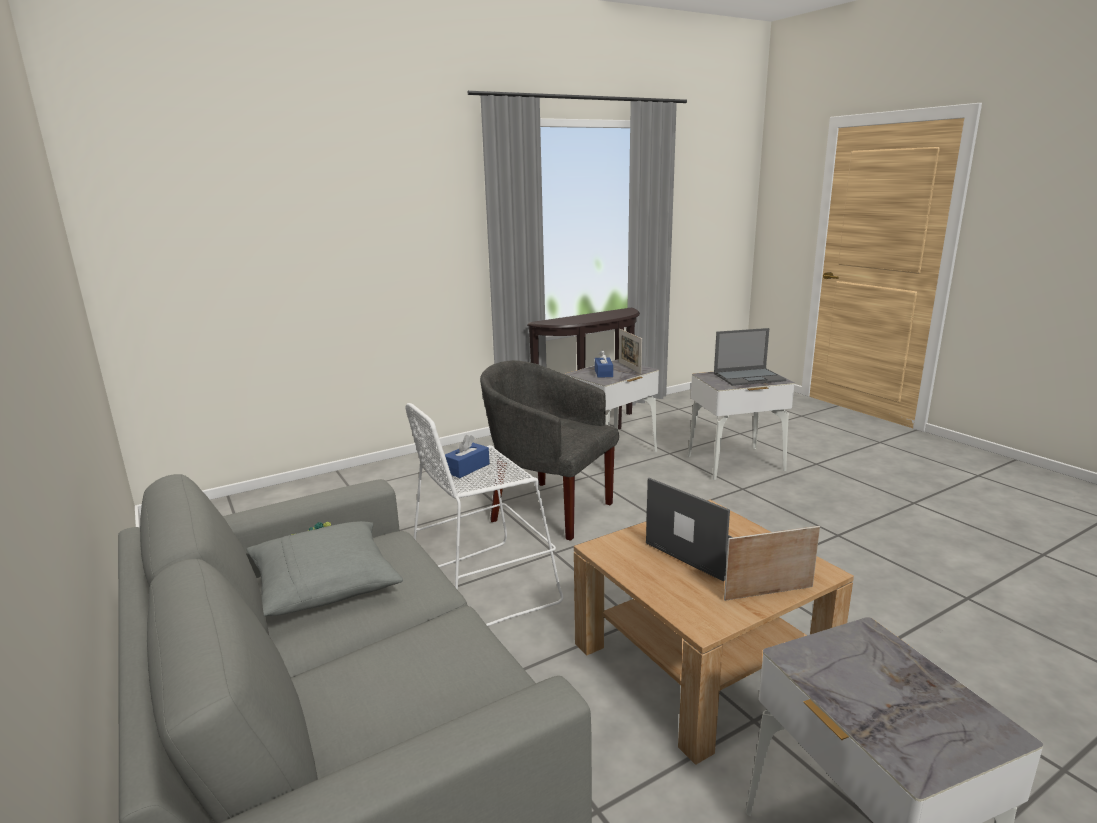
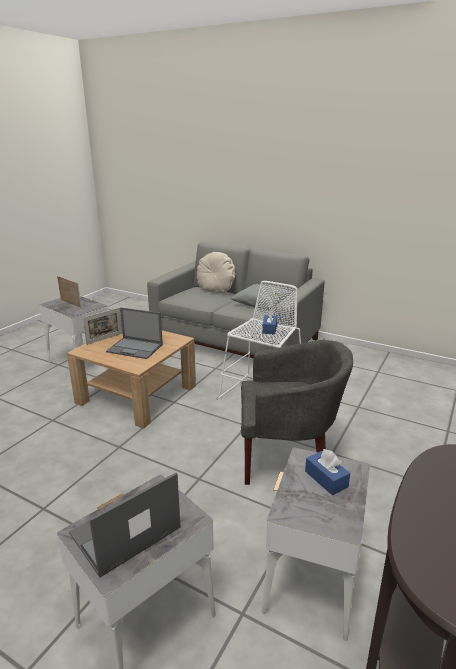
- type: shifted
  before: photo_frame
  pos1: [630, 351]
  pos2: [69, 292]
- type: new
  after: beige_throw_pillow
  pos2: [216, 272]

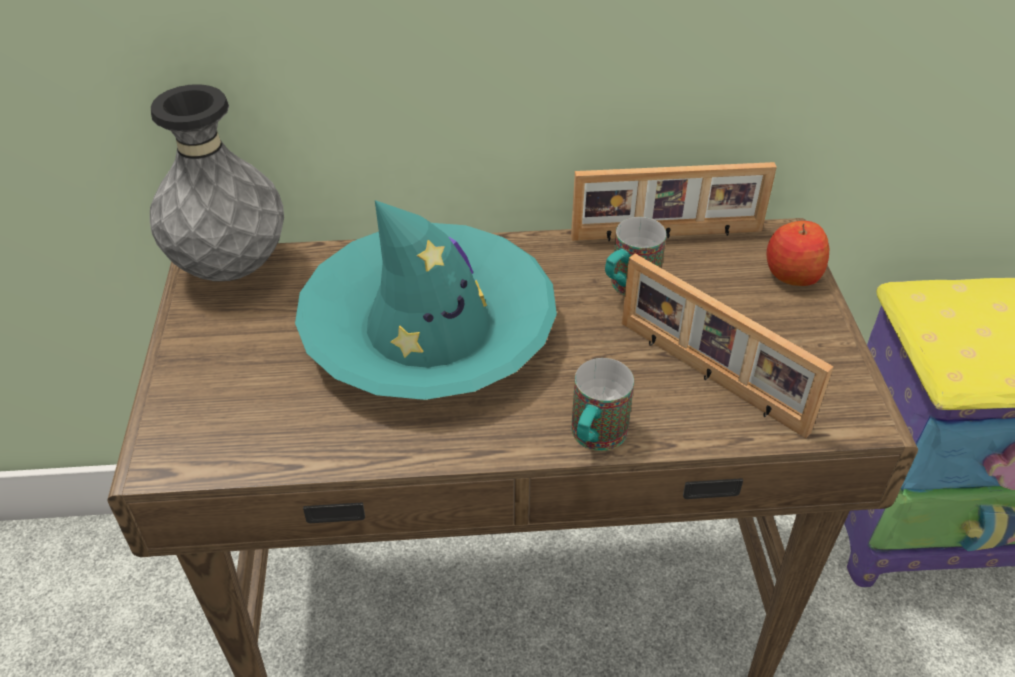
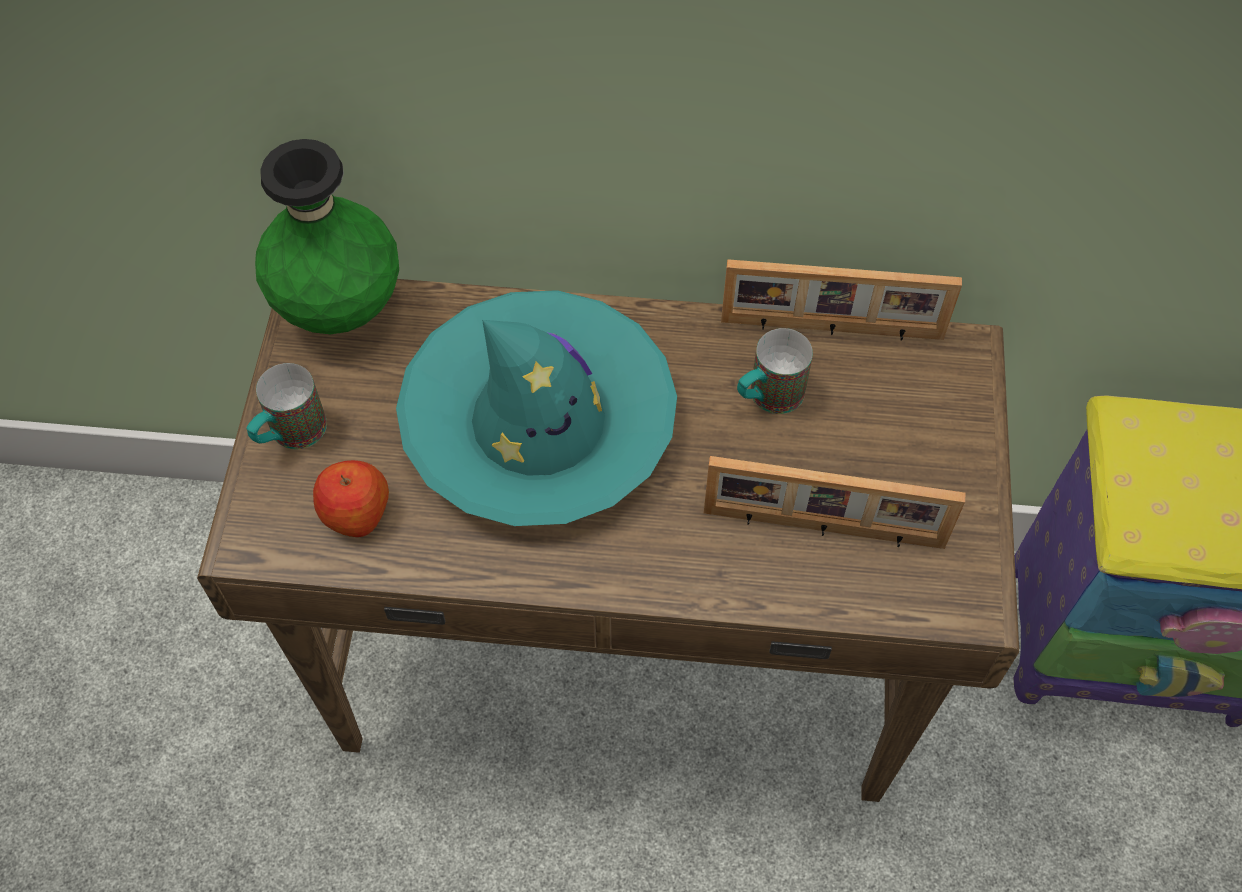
- type: repainted
  before: grey_flower_vase
  after: green_flower_vase
  pos1: [217, 182]
  pos2: [327, 236]
- type: shifted
  before: whole_apple
  pos1: [797, 253]
  pos2: [351, 498]
- type: rotated
  before: photo_frame
  pos1: [728, 346]
  pos2: [835, 502]
  turn: -45
- type: shifted
  before: tea_mug
  pos1: [602, 404]
  pos2: [286, 406]

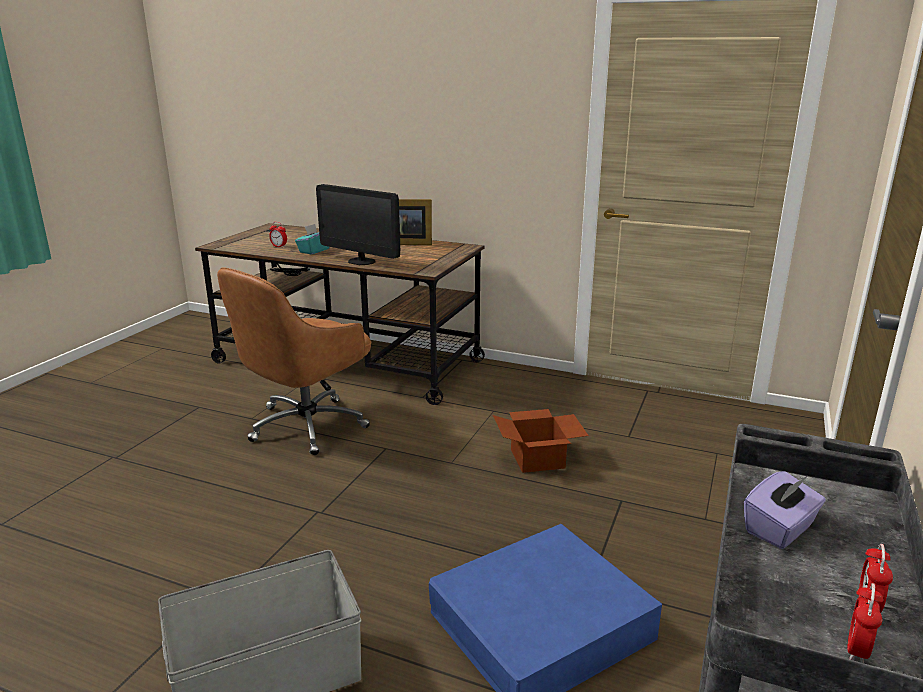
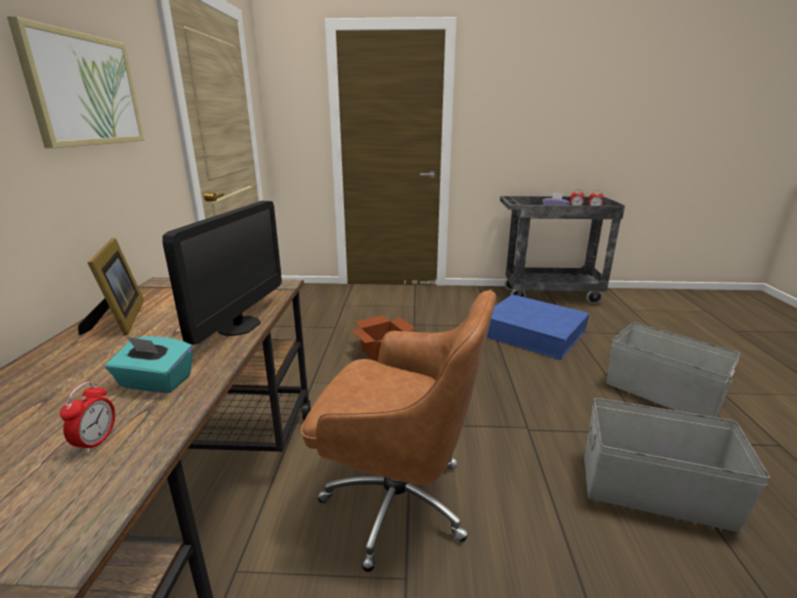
- type: new
  after: wall_picture
  pos2: [75, 82]
- type: new
  after: grey_storage_bin
  pos2: [677, 465]

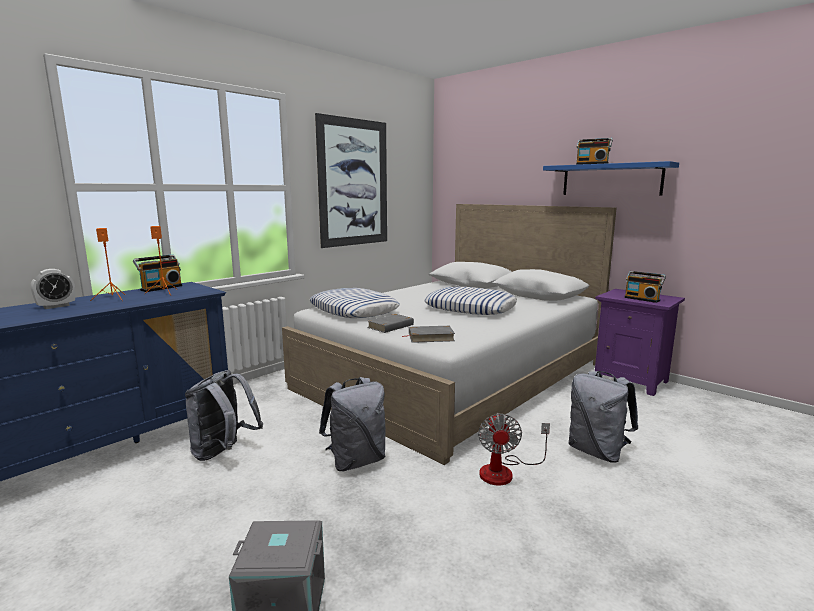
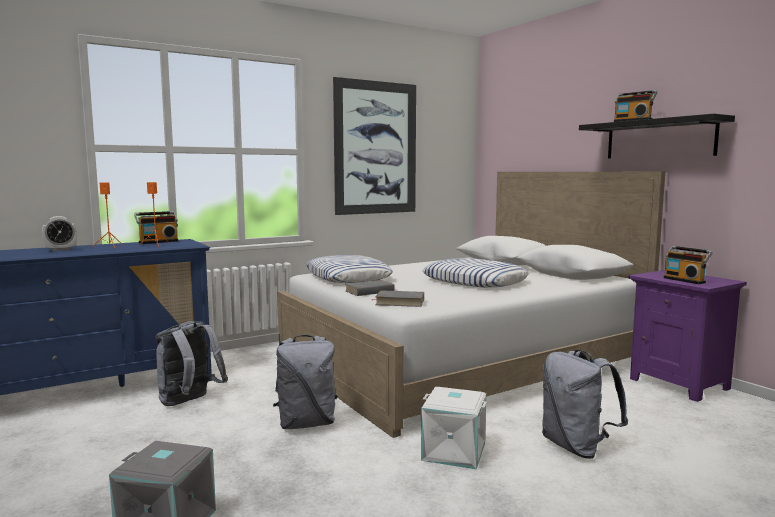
- type: repainted
  before: blue-coloured_wall_shelf
  after: black_wall_shelf
  pos1: [611, 178]
  pos2: [657, 135]
- type: swapped
  before: electric_fan
  after: white_storage_bin
  pos1: [514, 449]
  pos2: [454, 428]

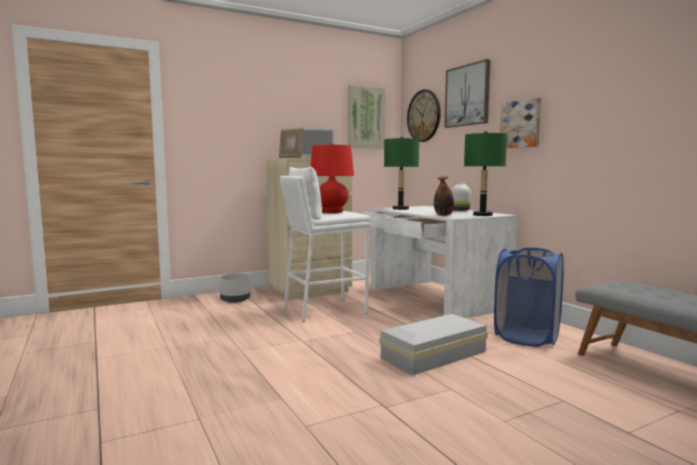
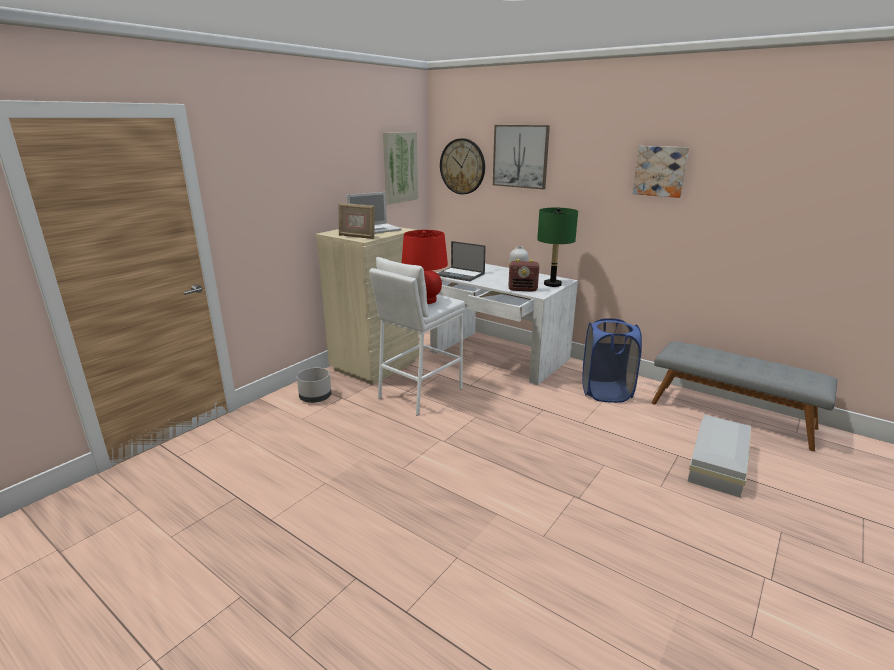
- type: shifted
  before: wall_picture
  pos1: [520, 123]
  pos2: [660, 172]
- type: swapped
  before: green_lamp_for_a_table
  after: portable_computer
  pos1: [401, 173]
  pos2: [461, 261]
- type: swapped
  before: drink_bottle
  after: radio_receiver
  pos1: [444, 196]
  pos2: [523, 275]
- type: shifted
  before: white_storage_bin
  pos1: [433, 344]
  pos2: [719, 456]

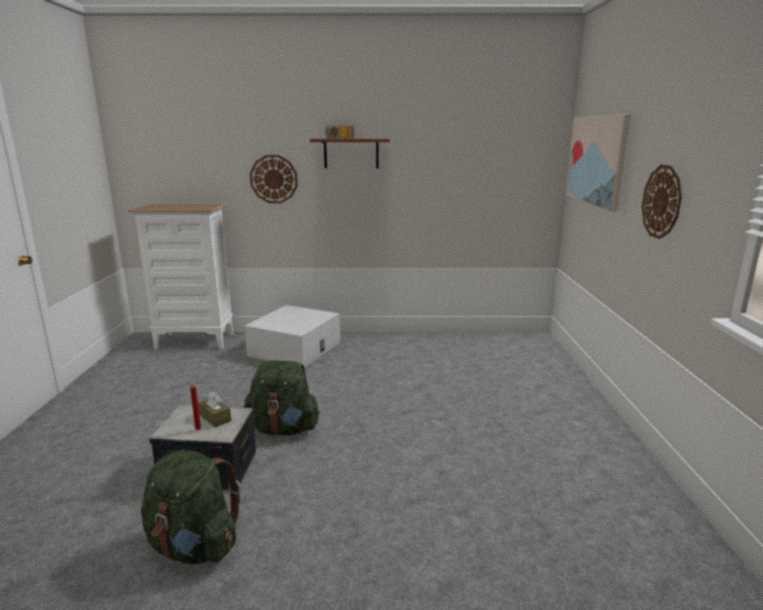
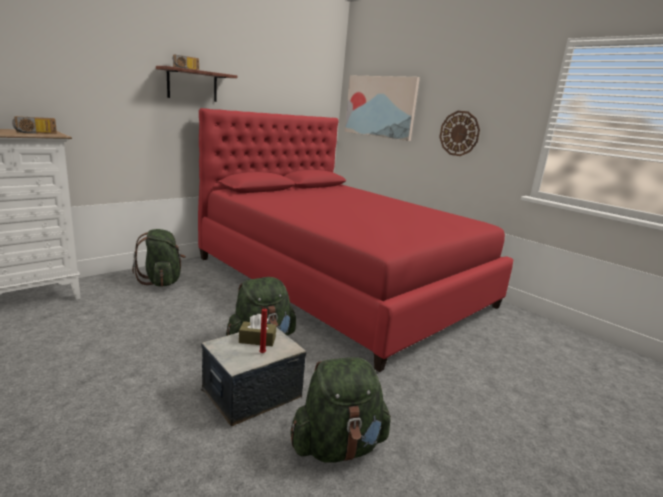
- type: gone
  before: hanging_clock
  pos1: [274, 179]
- type: swapped
  before: white_storage_bin
  after: green_rucksack
  pos1: [292, 336]
  pos2: [159, 258]
- type: new
  after: red-coloured_bed
  pos2: [355, 240]
- type: new
  after: radio_receiver
  pos2: [34, 125]

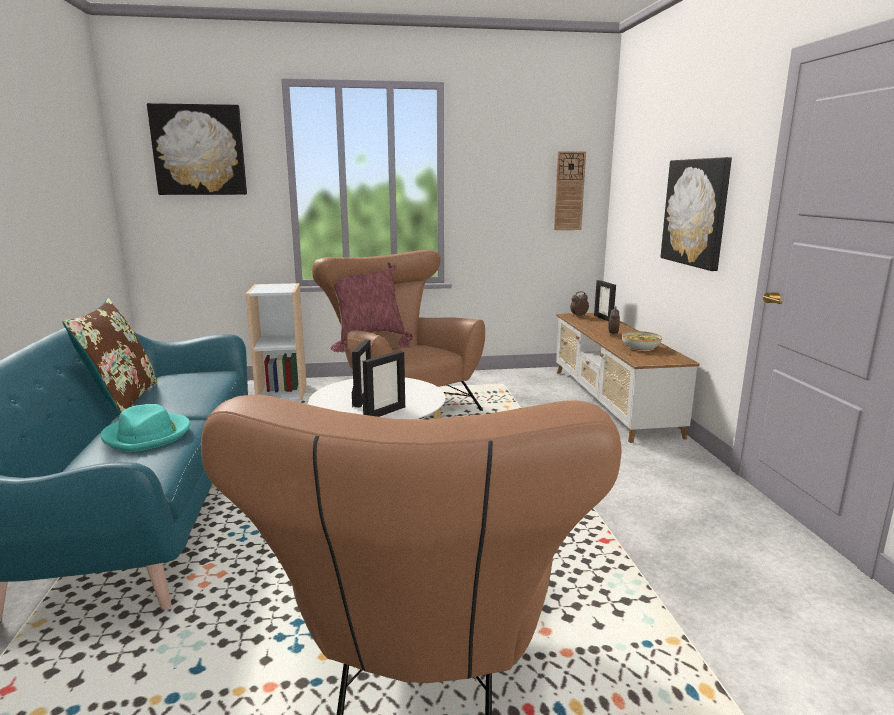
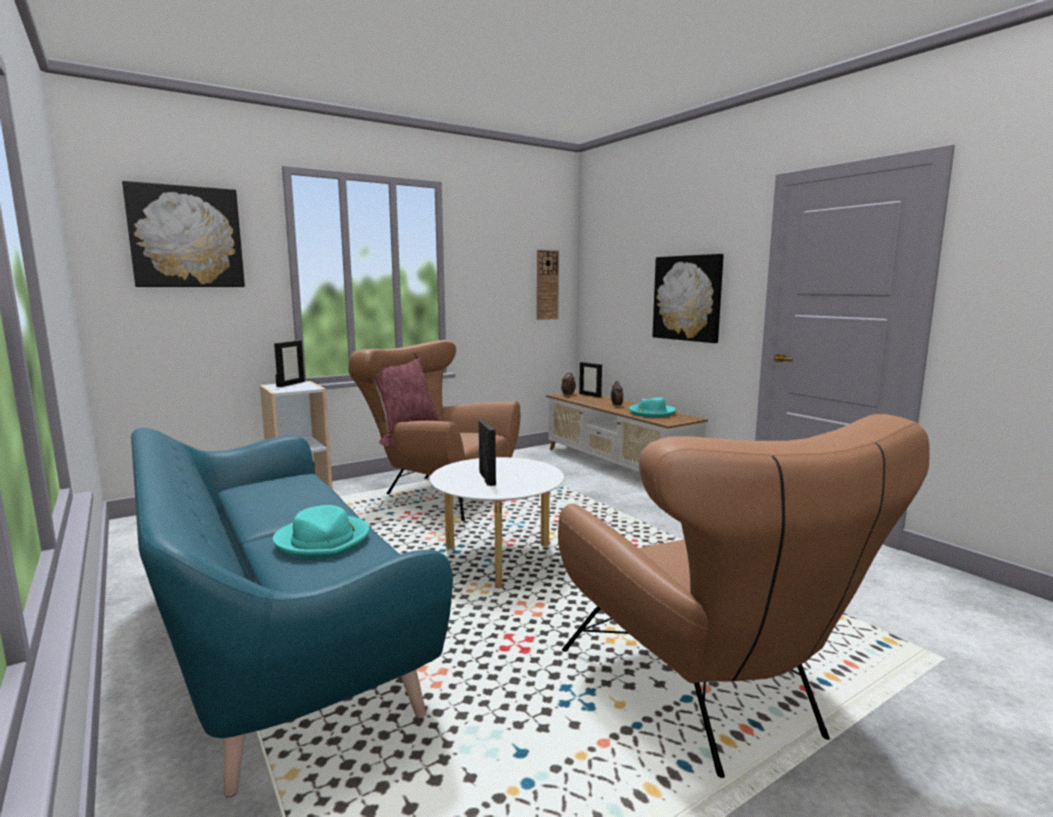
- type: gone
  before: brown_throw_pillow
  pos1: [110, 357]
- type: swapped
  before: bowl
  after: blue-green_hat
  pos1: [642, 341]
  pos2: [652, 407]
- type: shifted
  before: photo_frame
  pos1: [384, 384]
  pos2: [289, 363]

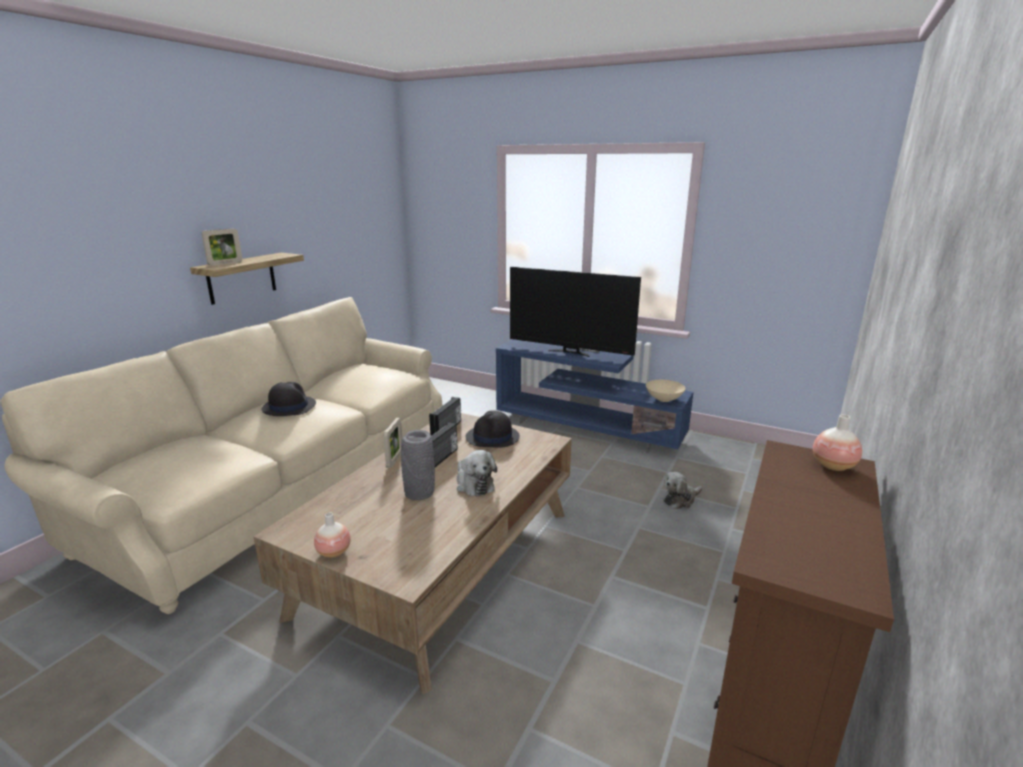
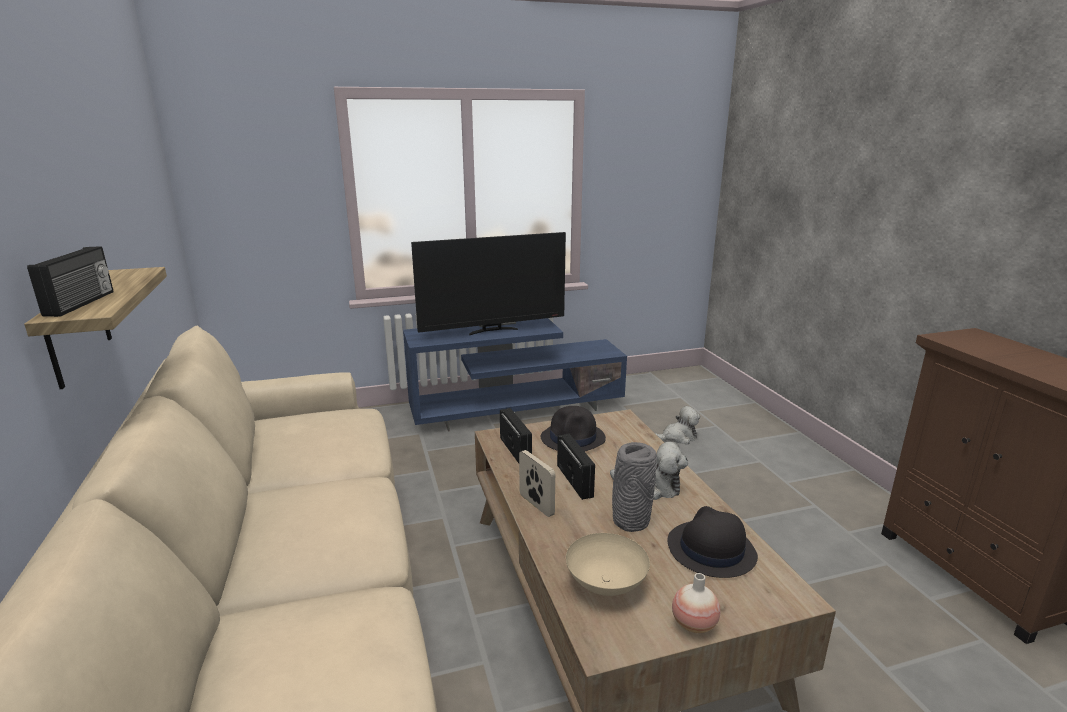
- type: swapped
  before: photo_frame
  after: radio_receiver
  pos1: [222, 247]
  pos2: [70, 281]
- type: shifted
  before: beige_bowl
  pos1: [665, 391]
  pos2: [608, 564]
- type: shifted
  before: black_hat
  pos1: [288, 399]
  pos2: [713, 542]
- type: gone
  before: flower_vase
  pos1: [837, 442]
- type: rotated
  before: plush_toy
  pos1: [683, 490]
  pos2: [677, 425]
  turn: -120

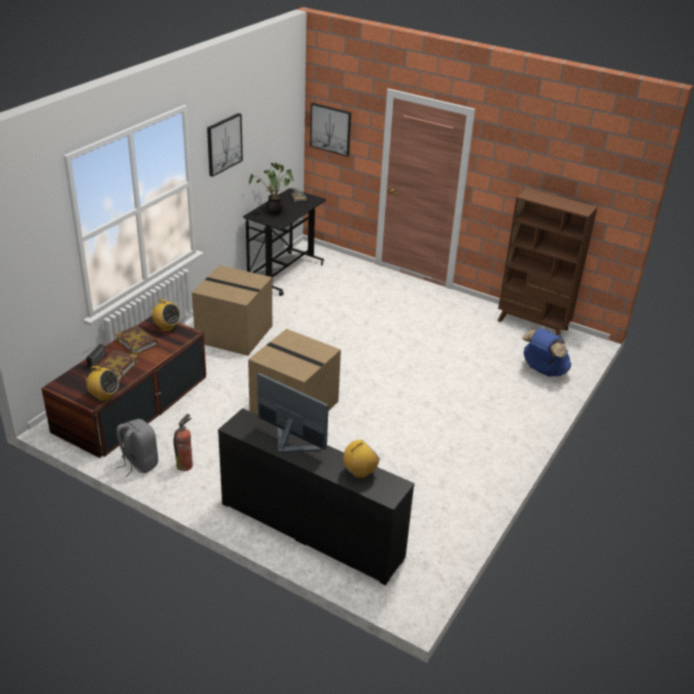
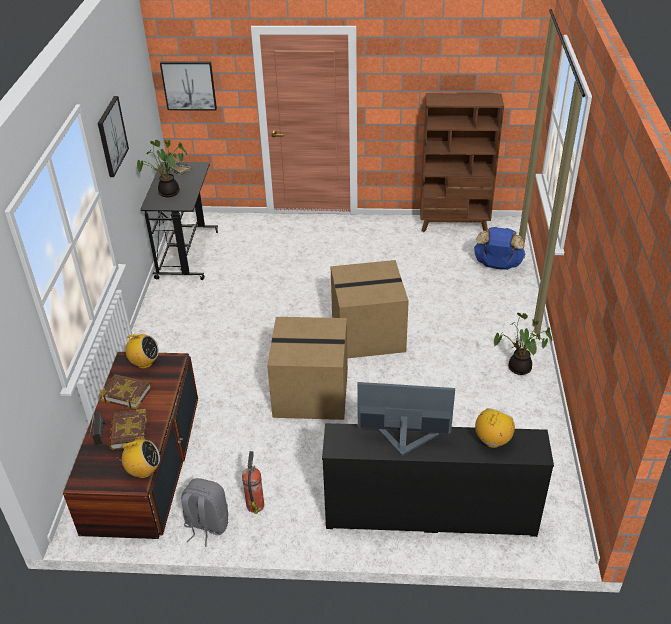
- type: shifted
  before: packing_box
  pos1: [232, 310]
  pos2: [370, 309]
- type: new
  after: houseplant
  pos2: [523, 344]

